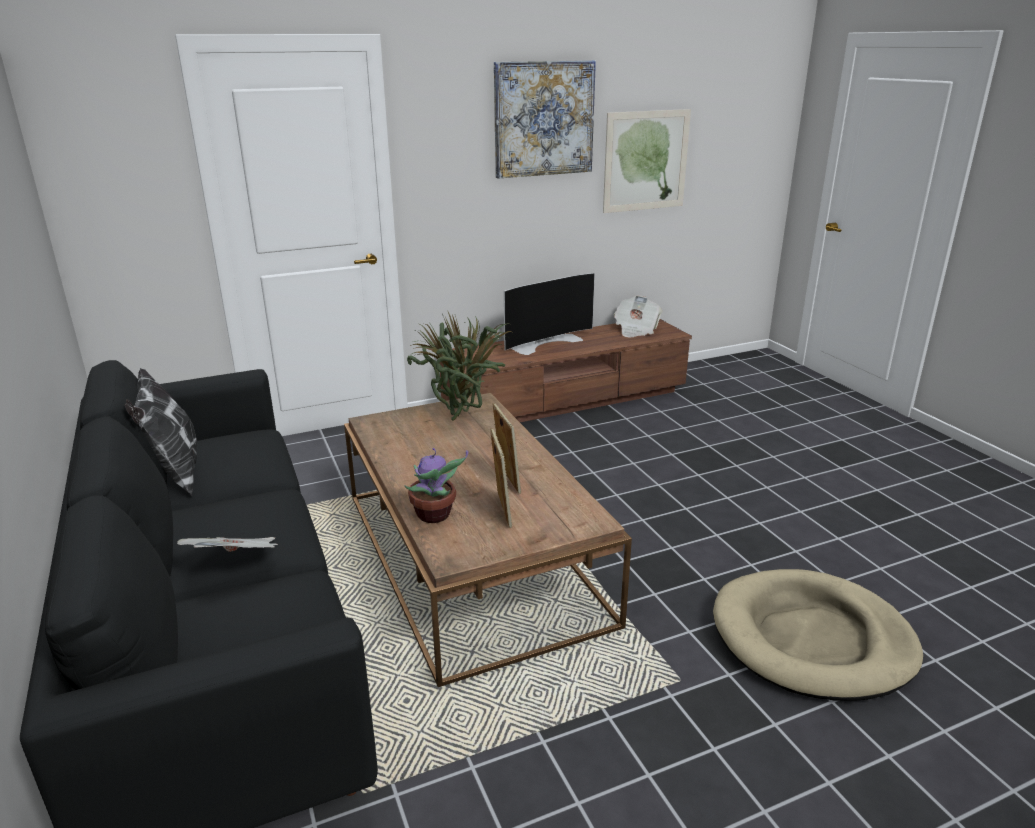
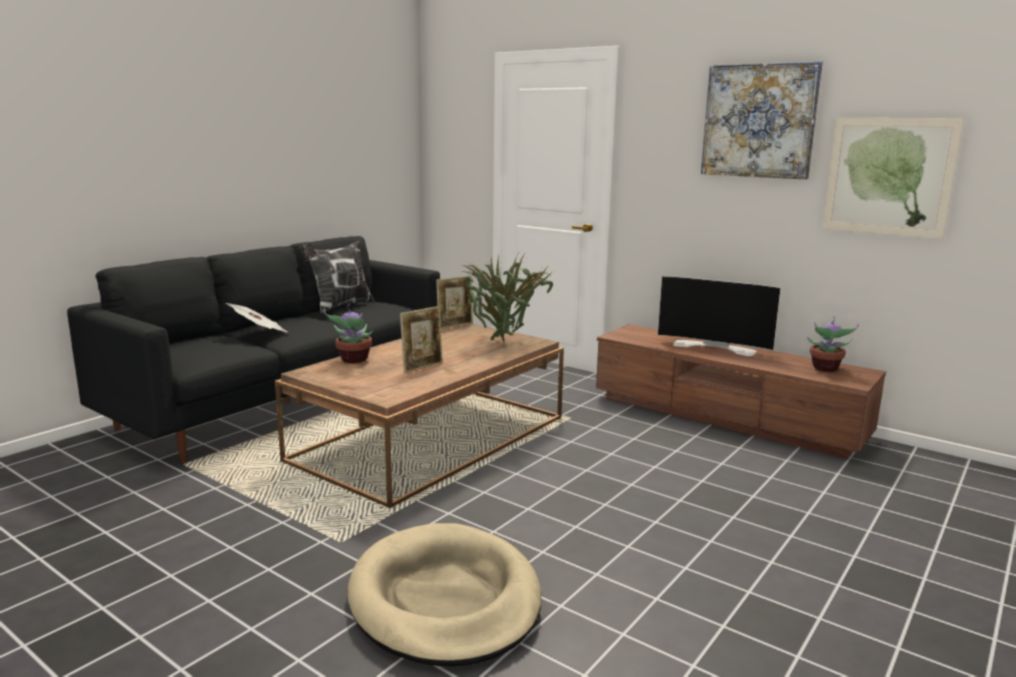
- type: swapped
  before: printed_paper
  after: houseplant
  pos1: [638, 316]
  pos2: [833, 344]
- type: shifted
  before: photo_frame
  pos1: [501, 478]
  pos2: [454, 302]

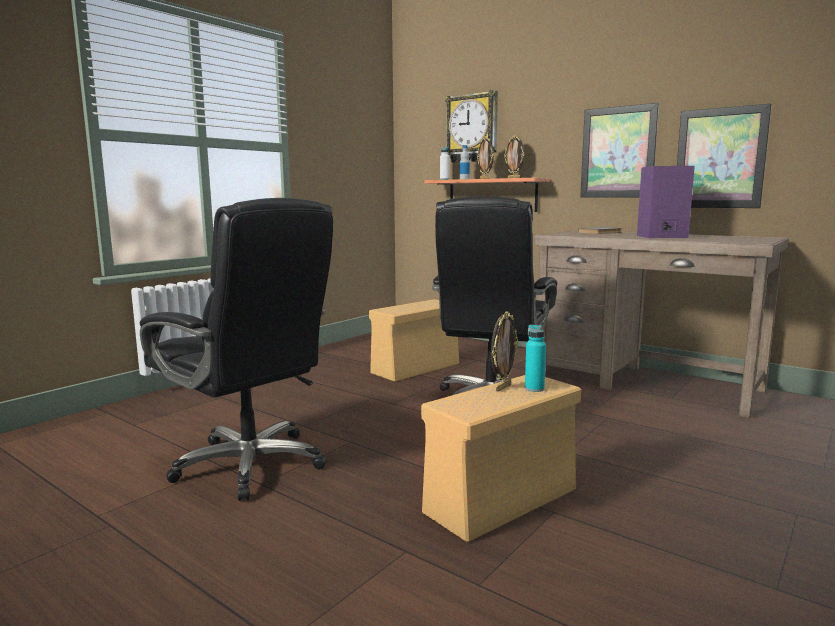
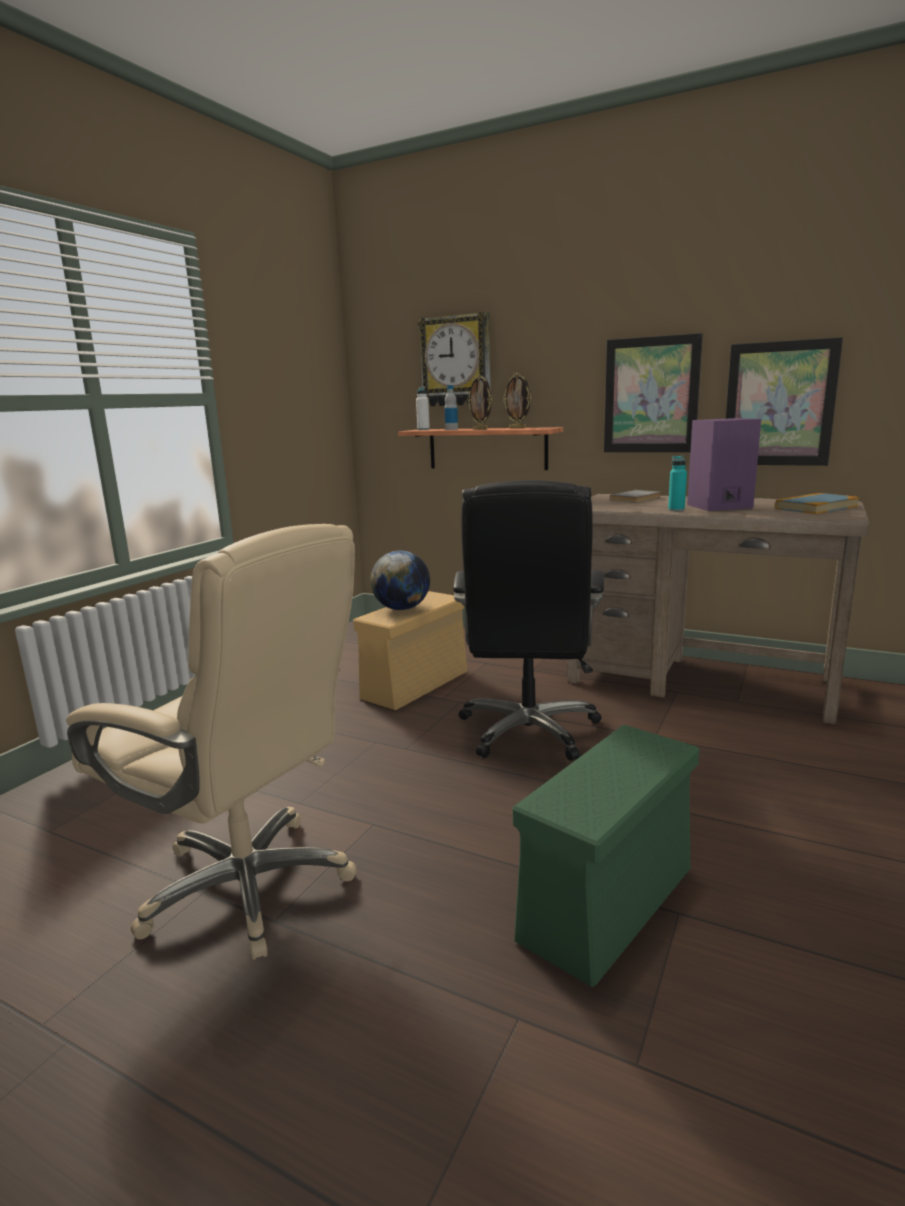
- type: repainted
  before: black_office_chair
  after: beige_office_chair
  pos1: [236, 349]
  pos2: [211, 742]
- type: gone
  before: photo_frame
  pos1: [504, 352]
- type: shifted
  before: blue-green_drink_bottle
  pos1: [535, 358]
  pos2: [677, 483]
- type: repainted
  before: beige_storage_bin
  after: green_storage_bin
  pos1: [501, 458]
  pos2: [606, 856]
- type: new
  after: bound_book
  pos2: [817, 503]
- type: new
  after: world_globe
  pos2: [400, 580]

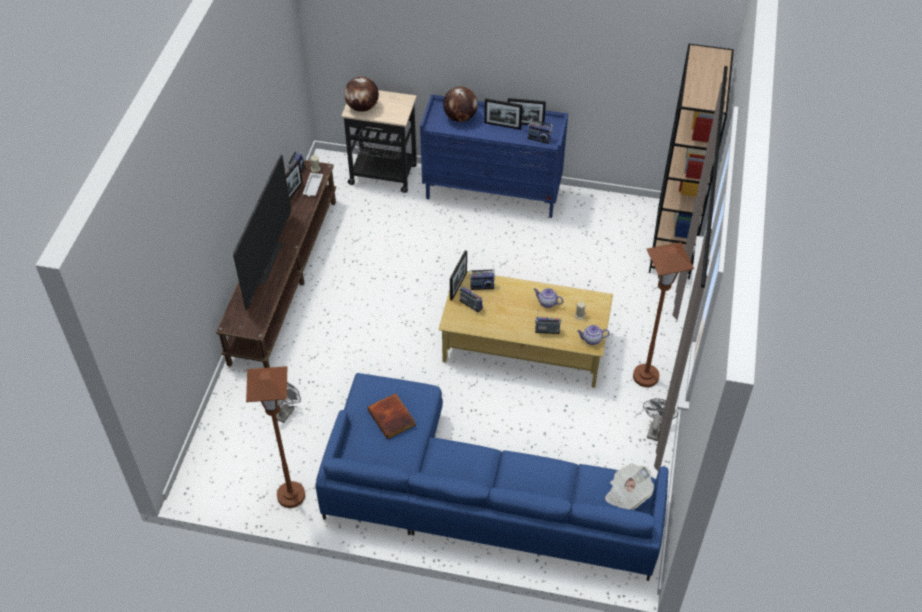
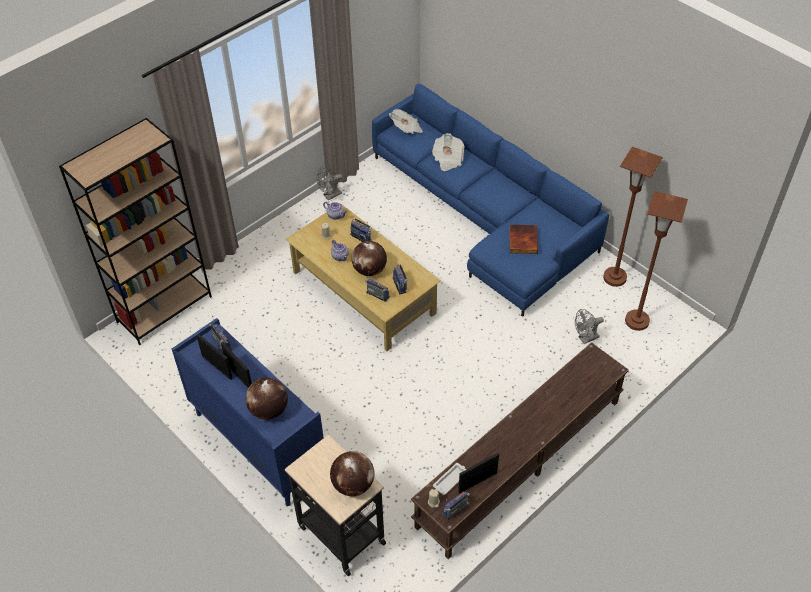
- type: gone
  before: television
  pos1: [262, 232]
- type: shifted
  before: brown_floor_lamp
  pos1: [663, 314]
  pos2: [656, 261]
- type: gone
  before: photo_frame
  pos1: [458, 275]
- type: new
  after: printed_paper
  pos2: [448, 152]
- type: new
  after: world_globe
  pos2: [369, 258]

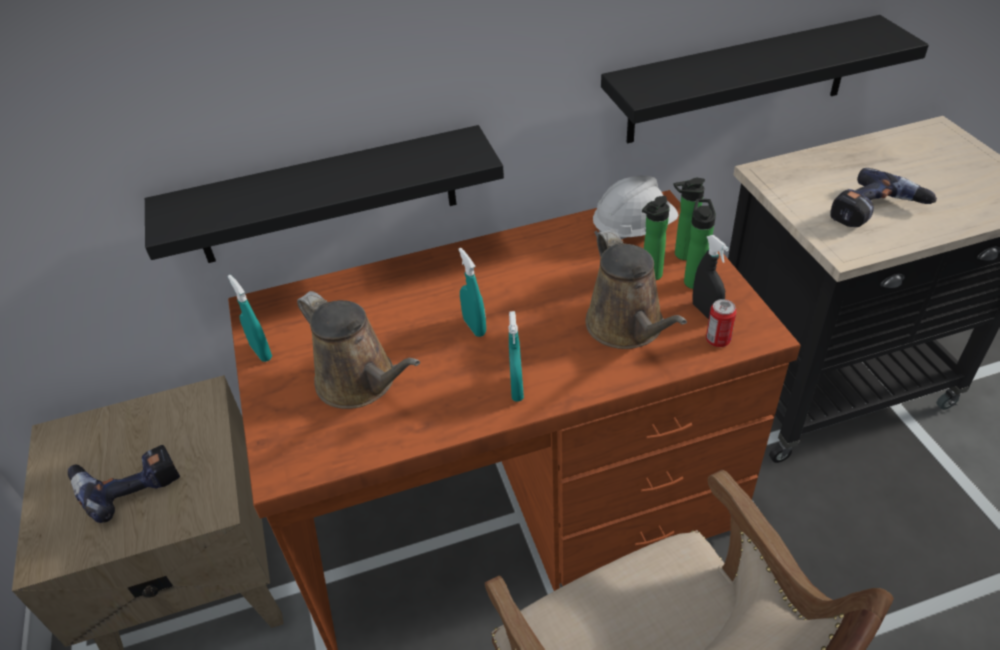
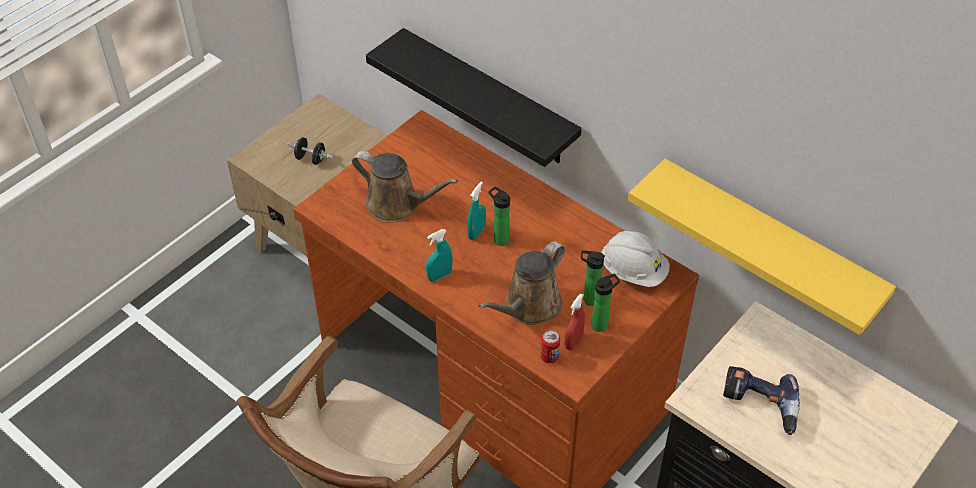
- type: repainted
  before: black_wall_shelf
  after: yellow-coloured_wall_shelf
  pos1: [765, 79]
  pos2: [762, 247]
- type: shifted
  before: drink_bottle
  pos1: [689, 219]
  pos2: [499, 216]
- type: repainted
  before: black_hand_sprayer
  after: red-coloured_hand_sprayer
  pos1: [710, 277]
  pos2: [574, 321]
- type: gone
  before: blue-green_hand_sprayer
  pos1: [250, 318]
- type: rotated
  before: brown_watering_can
  pos1: [358, 350]
  pos2: [405, 187]
  turn: -75
- type: swapped
  before: drill
  after: black_dumbbell
  pos1: [124, 484]
  pos2: [310, 151]

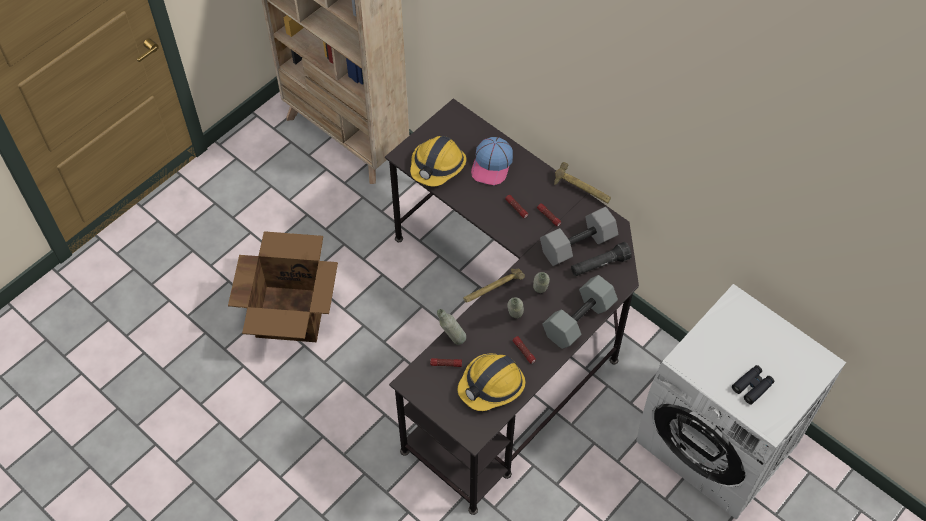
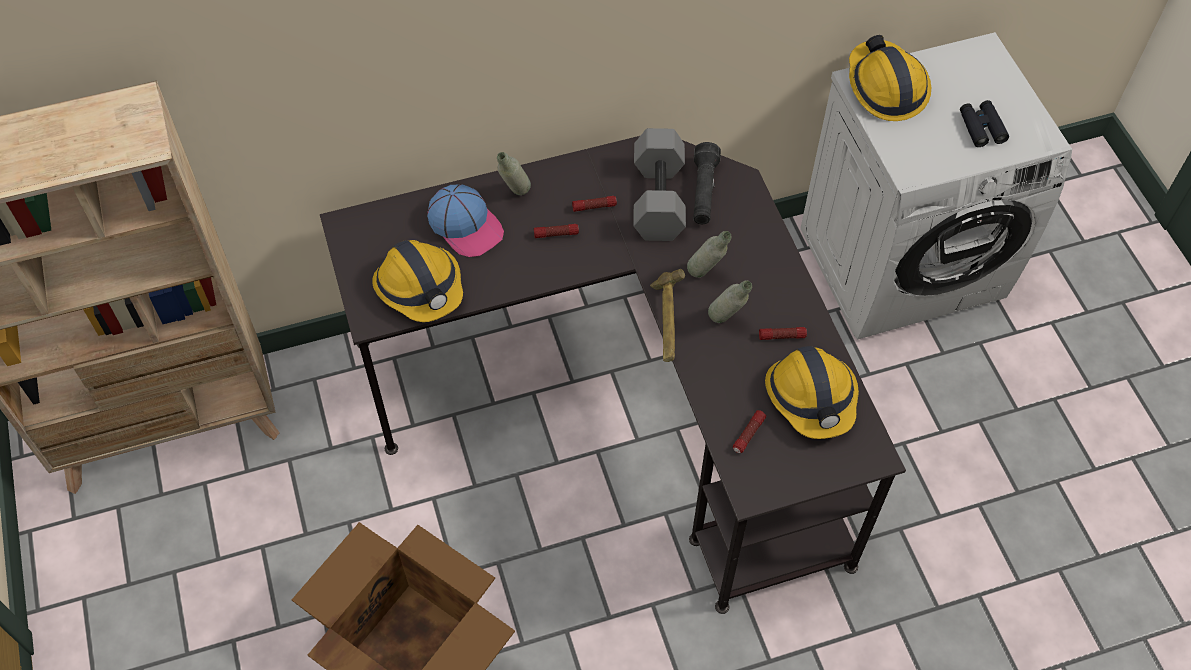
- type: gone
  before: hammer
  pos1: [582, 182]
- type: gone
  before: grey_dumbbell
  pos1: [580, 312]
- type: shifted
  before: grey_drink_bottle
  pos1: [451, 327]
  pos2: [514, 173]
- type: new
  after: hard_hat
  pos2: [890, 78]

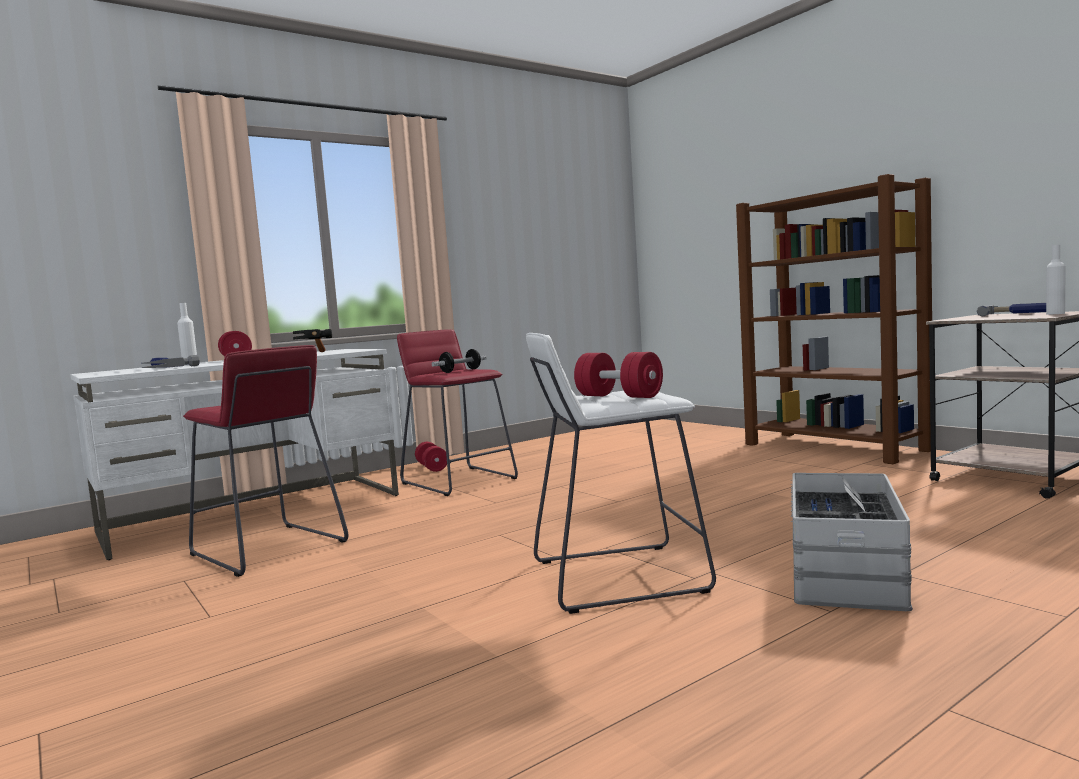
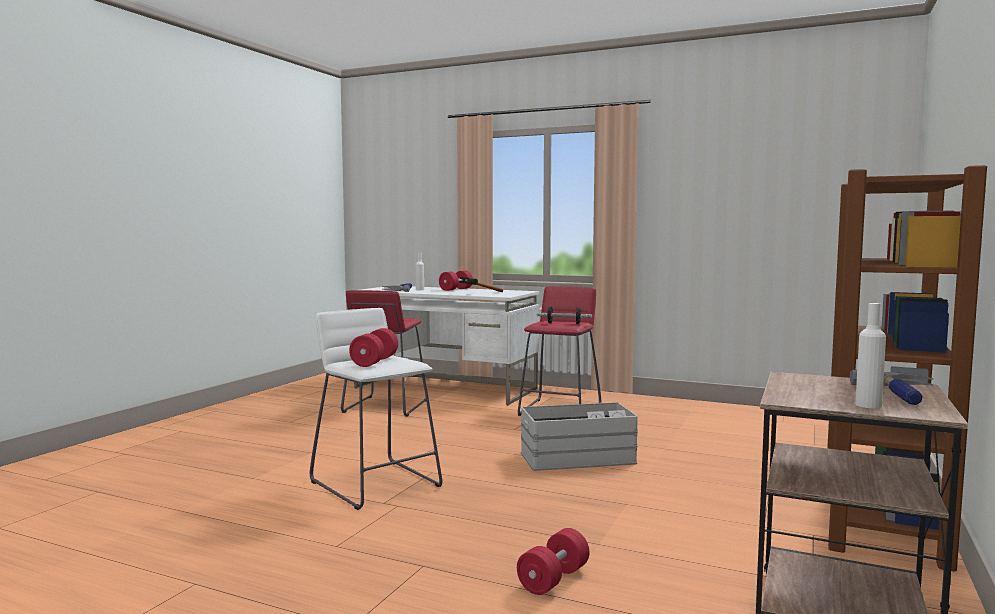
- type: shifted
  before: red-coloured_dumbbell
  pos1: [431, 457]
  pos2: [553, 561]
- type: shifted
  before: grey_storage_bin
  pos1: [852, 542]
  pos2: [579, 436]

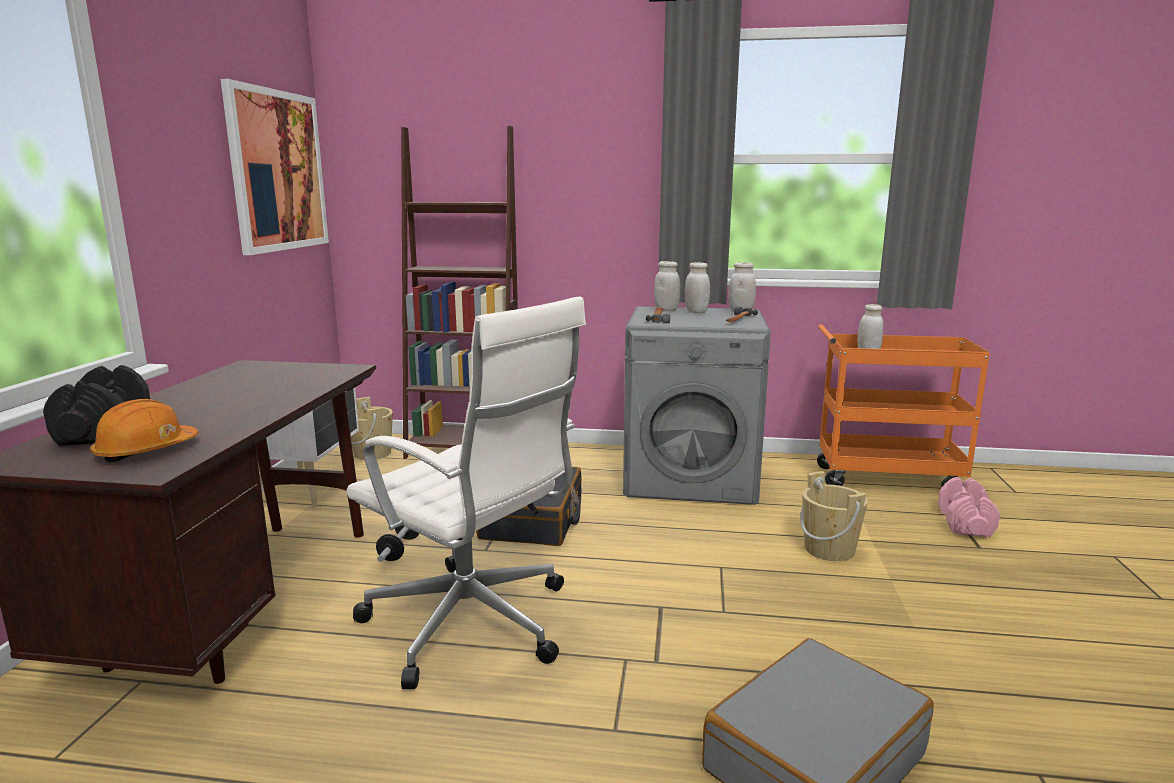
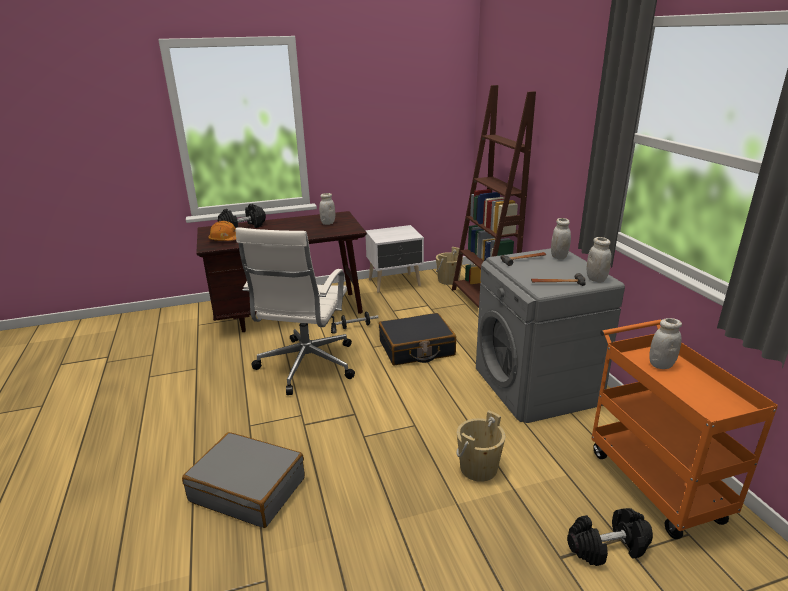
- type: gone
  before: wall_picture
  pos1: [275, 167]
- type: shifted
  before: white_jar
  pos1: [697, 287]
  pos2: [327, 209]
- type: repainted
  before: pinkish_dumbbell
  after: black_dumbbell
  pos1: [969, 507]
  pos2: [610, 537]

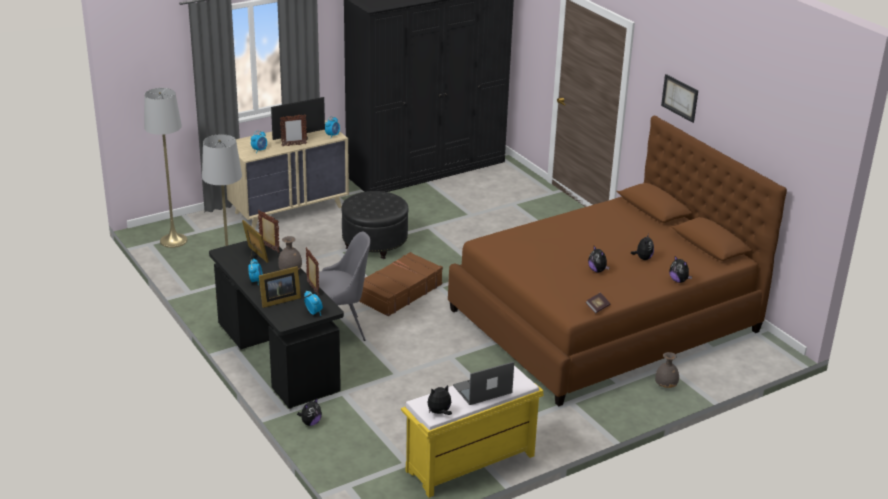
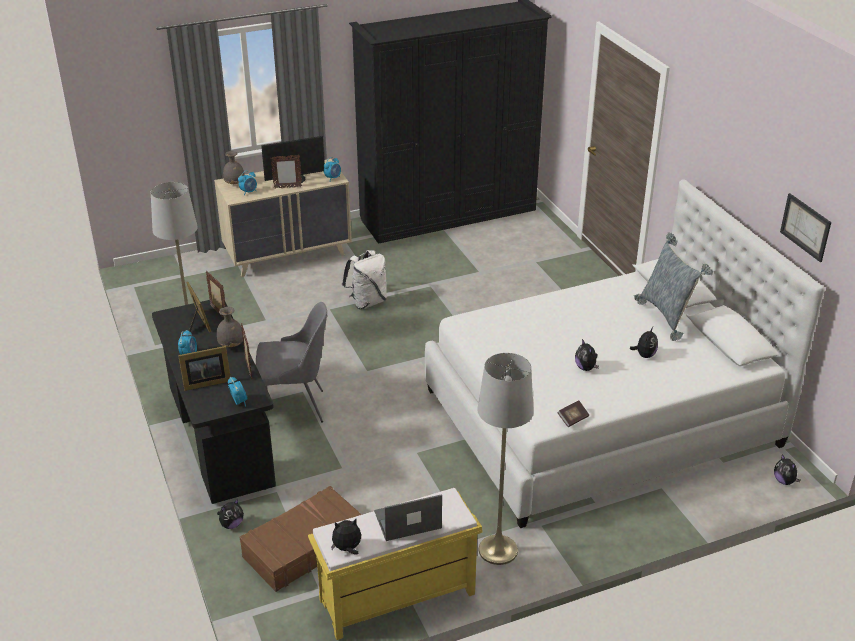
- type: shifted
  before: wall_picture
  pos1: [679, 98]
  pos2: [805, 227]
- type: shifted
  before: grey_floor_lamp
  pos1: [165, 168]
  pos2: [506, 459]
- type: repainted
  before: brown_bed
  after: white_bed
  pos1: [617, 261]
  pos2: [625, 354]
- type: swapped
  before: black_pouffe
  after: white_rucksack
  pos1: [375, 225]
  pos2: [364, 279]
- type: shifted
  before: brown_travel_case
  pos1: [401, 284]
  pos2: [301, 539]
- type: shifted
  before: plush_toy
  pos1: [680, 269]
  pos2: [787, 469]
- type: shifted
  before: grey_flower_vase
  pos1: [667, 370]
  pos2: [233, 167]
- type: new
  after: throw_pillow
  pos2: [673, 287]

